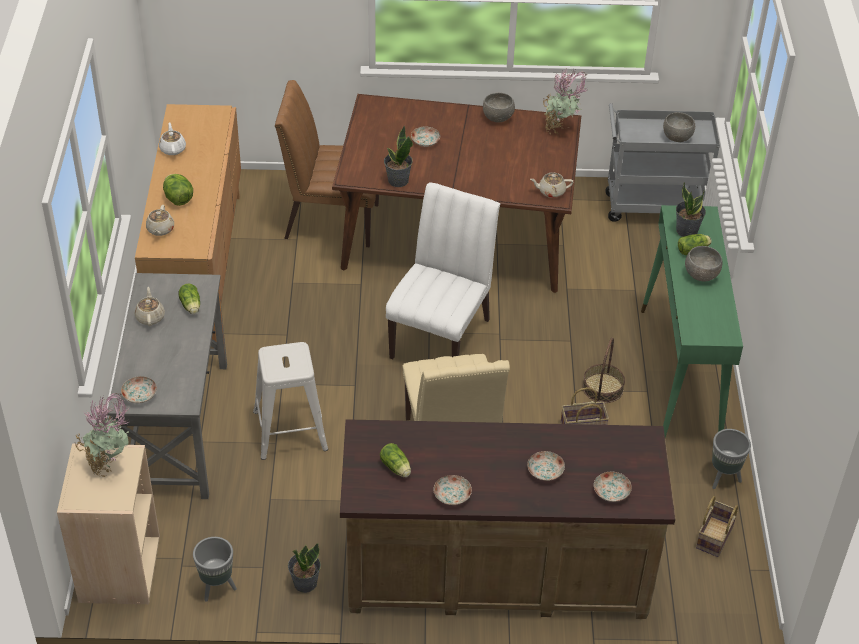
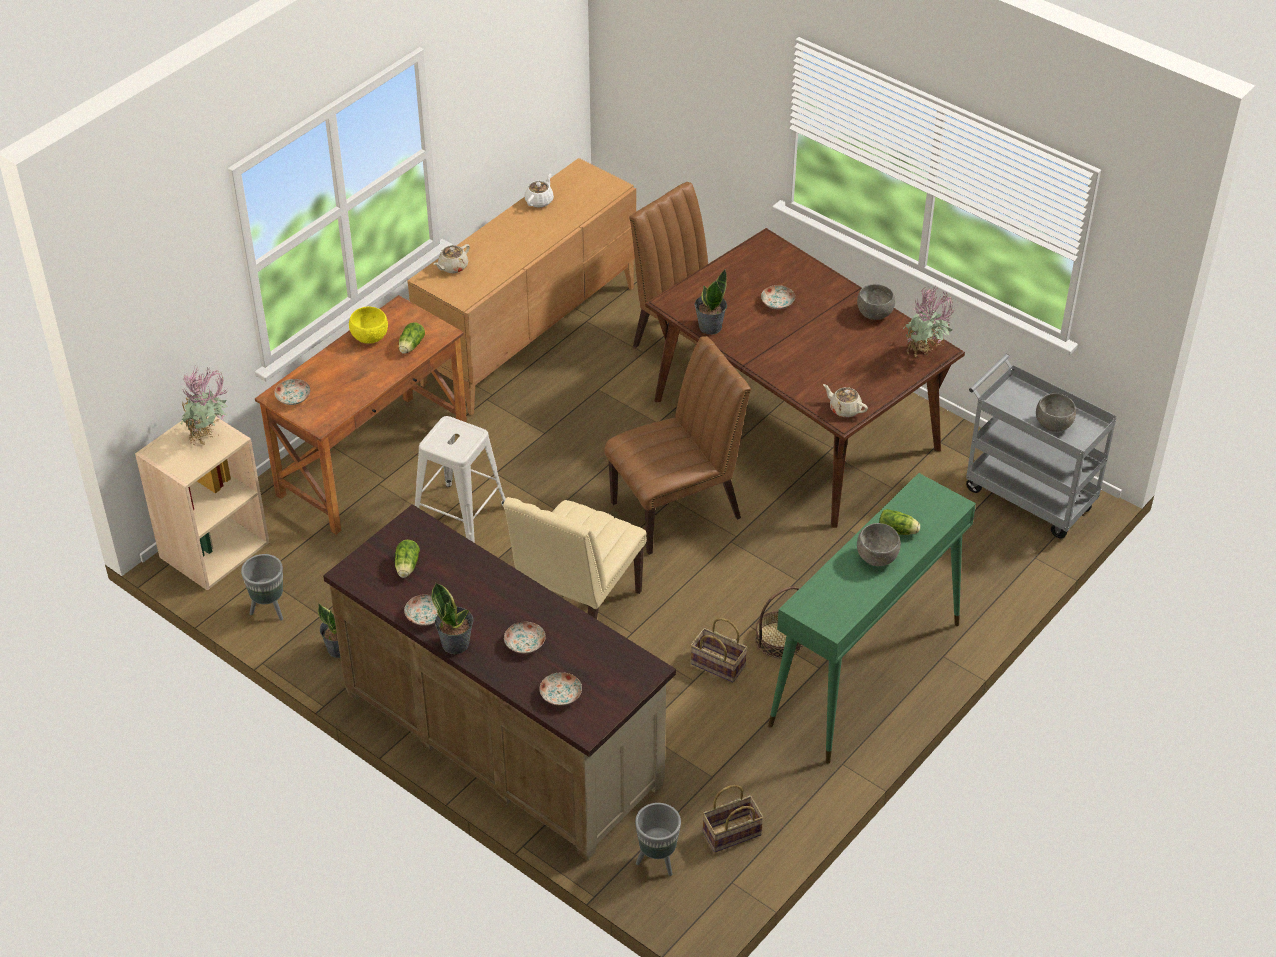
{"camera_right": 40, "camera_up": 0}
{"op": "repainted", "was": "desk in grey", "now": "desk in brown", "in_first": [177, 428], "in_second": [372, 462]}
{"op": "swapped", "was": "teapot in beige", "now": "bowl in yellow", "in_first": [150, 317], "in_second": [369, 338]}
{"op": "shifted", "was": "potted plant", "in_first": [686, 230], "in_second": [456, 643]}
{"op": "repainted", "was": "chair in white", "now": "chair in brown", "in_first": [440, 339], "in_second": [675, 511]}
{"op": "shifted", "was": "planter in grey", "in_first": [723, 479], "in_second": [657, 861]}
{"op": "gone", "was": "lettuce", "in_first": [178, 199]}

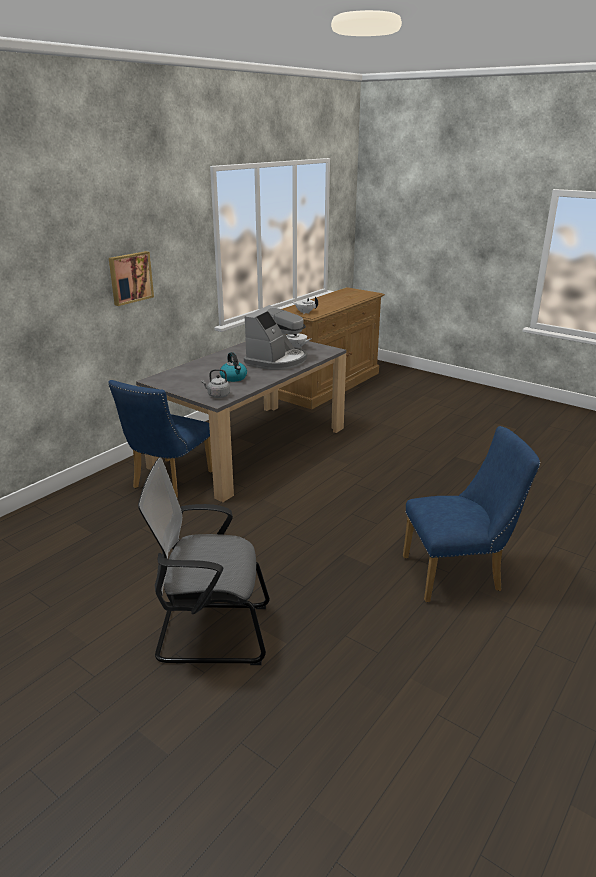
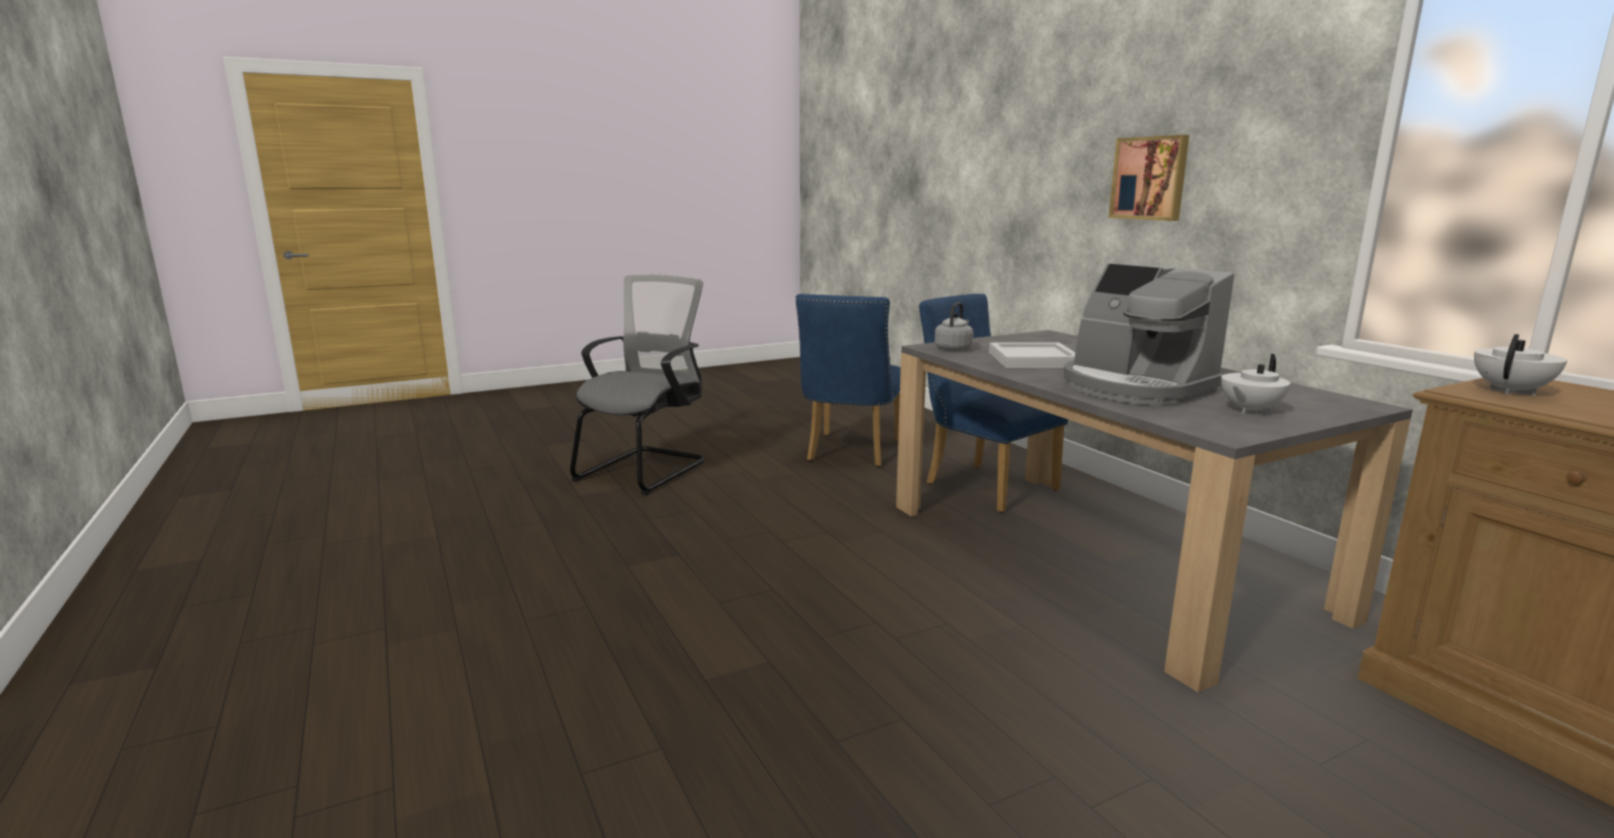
{"camera_right": 115, "camera_up": -10}
{"op": "shifted", "was": "chair in blue", "in_first": [458, 574], "in_second": [850, 453]}
{"op": "swapped", "was": "kettle", "now": "tray in white", "in_first": [234, 378], "in_second": [1034, 360]}

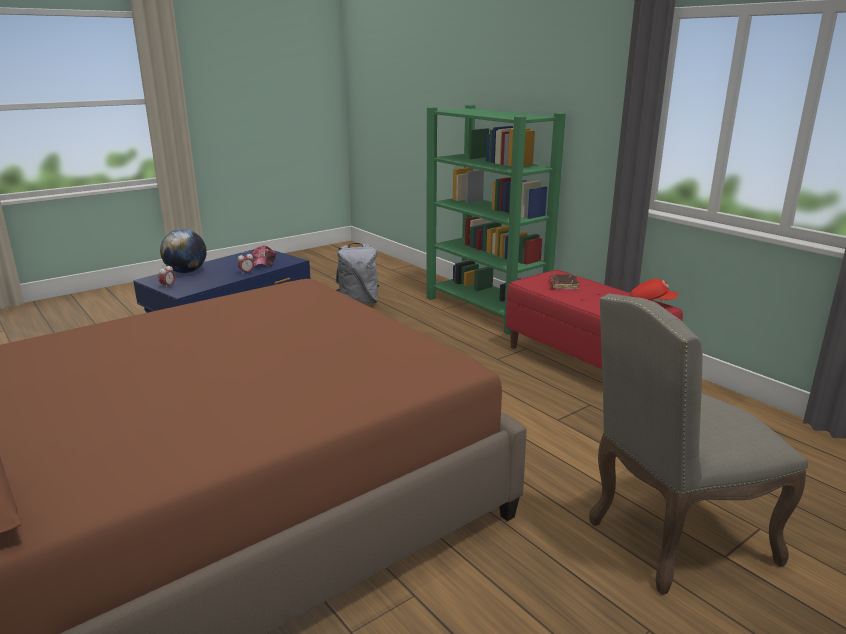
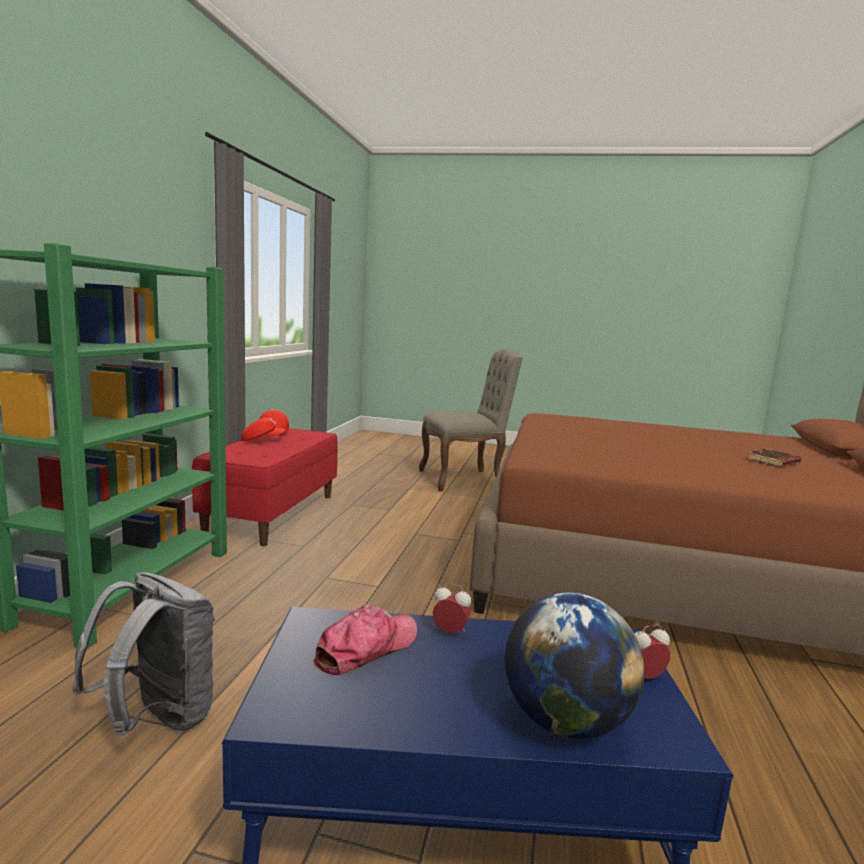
{"camera_right": -130, "camera_up": -10}
{"op": "new", "now": "cap in red", "in_second": [262, 440]}
{"op": "rotated", "was": "chair in grey", "in_first": [673, 538], "in_second": [462, 479], "clockwise": -45}
{"op": "shifted", "was": "book in brown", "in_first": [563, 284], "in_second": [774, 462]}

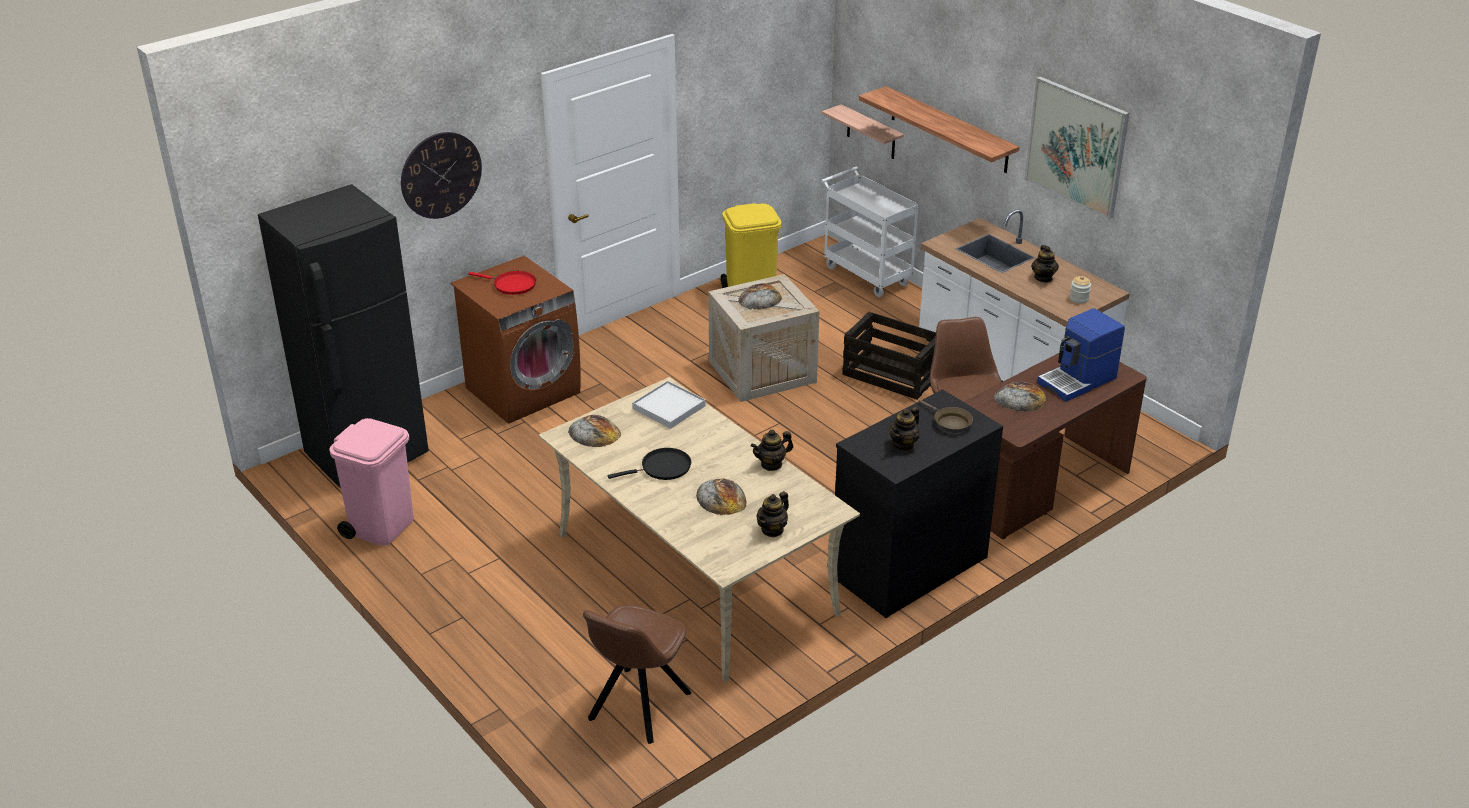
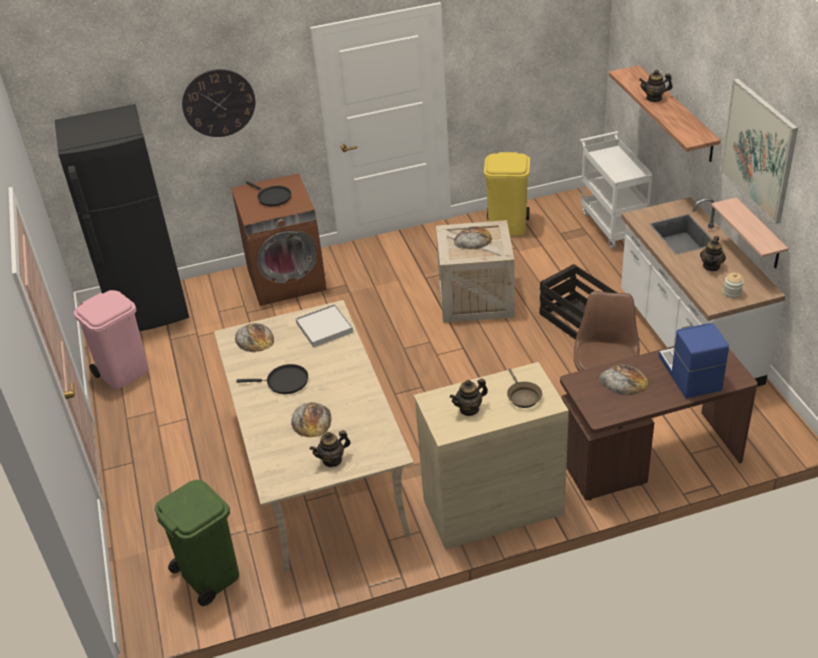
{"camera_right": 25, "camera_up": 5}
{"op": "swapped", "was": "chair in brown", "now": "trash can in green", "in_first": [638, 706], "in_second": [209, 574]}
{"op": "repainted", "was": "frying pan in red", "now": "frying pan in black", "in_first": [512, 285], "in_second": [272, 197]}
{"op": "repainted", "was": "dresser in black", "now": "dresser in beige", "in_first": [907, 566], "in_second": [491, 505]}
{"op": "shifted", "was": "teapot", "in_first": [771, 464], "in_second": [654, 98]}
{"op": "rotated", "was": "coffee machine", "in_first": [1078, 380], "in_second": [689, 374], "clockwise": 90}
{"op": "shifted", "was": "shelf", "in_first": [871, 133], "in_second": [759, 235]}

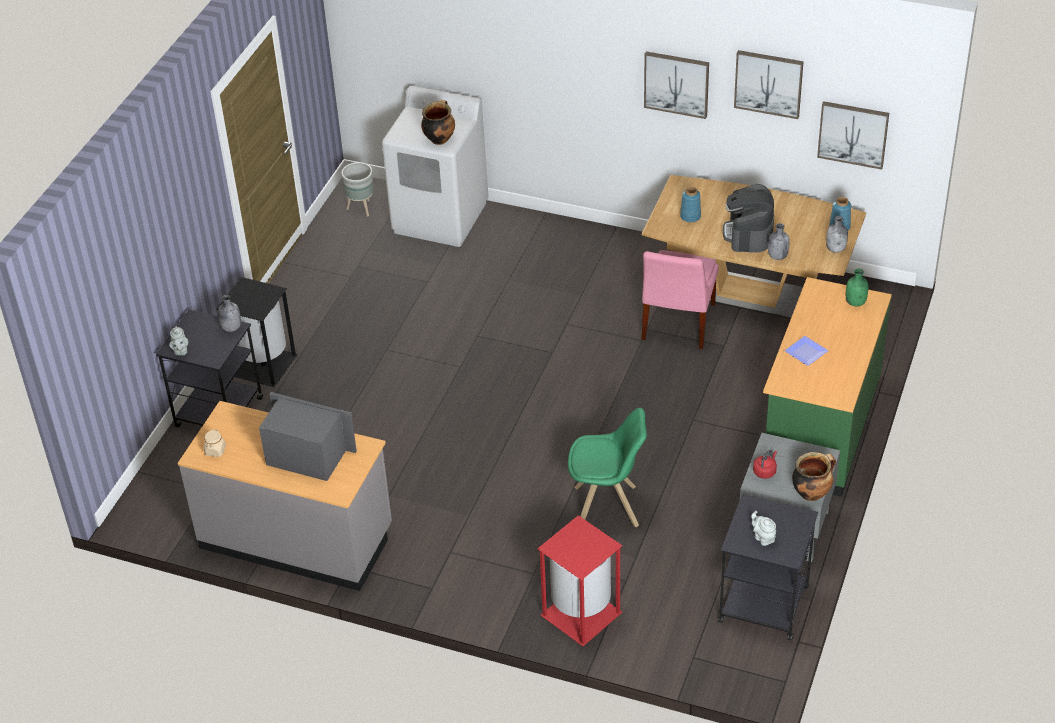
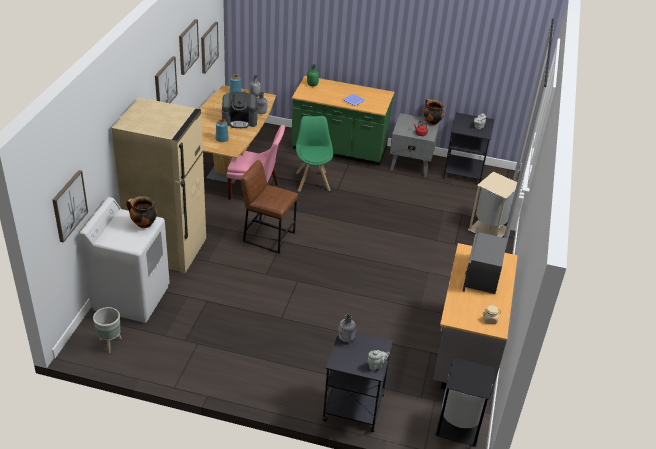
{"camera_right": -100, "camera_up": -5}
{"op": "new", "now": "picture", "in_second": [69, 205]}
{"op": "new", "now": "fridge in beige", "in_second": [167, 248]}
{"op": "new", "now": "chair in brown", "in_second": [268, 237]}
{"op": "shifted", "was": "chair in green", "in_first": [607, 507], "in_second": [312, 181]}
{"op": "shifted", "was": "trash can in black", "in_first": [263, 364], "in_second": [458, 426]}
{"op": "repainted", "was": "trash can in red", "now": "trash can in beige", "in_first": [583, 614], "in_second": [488, 229]}

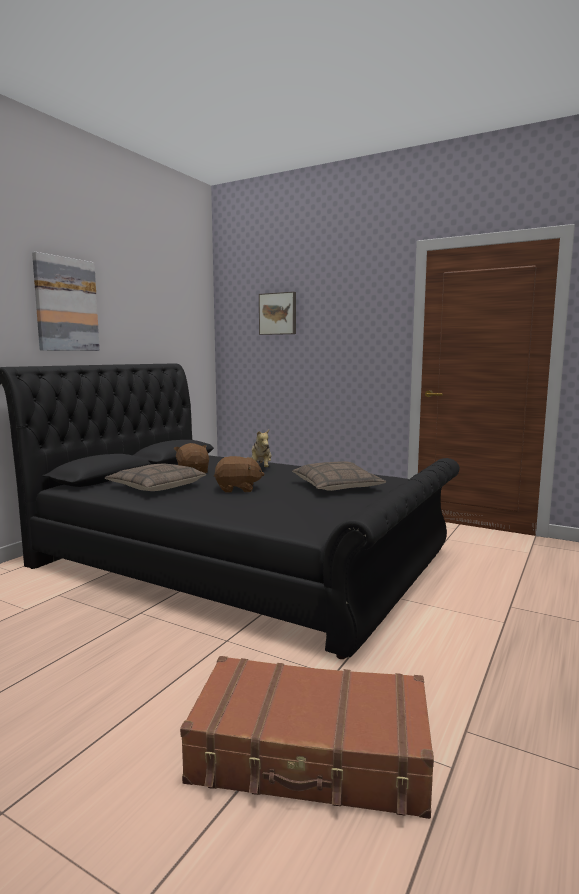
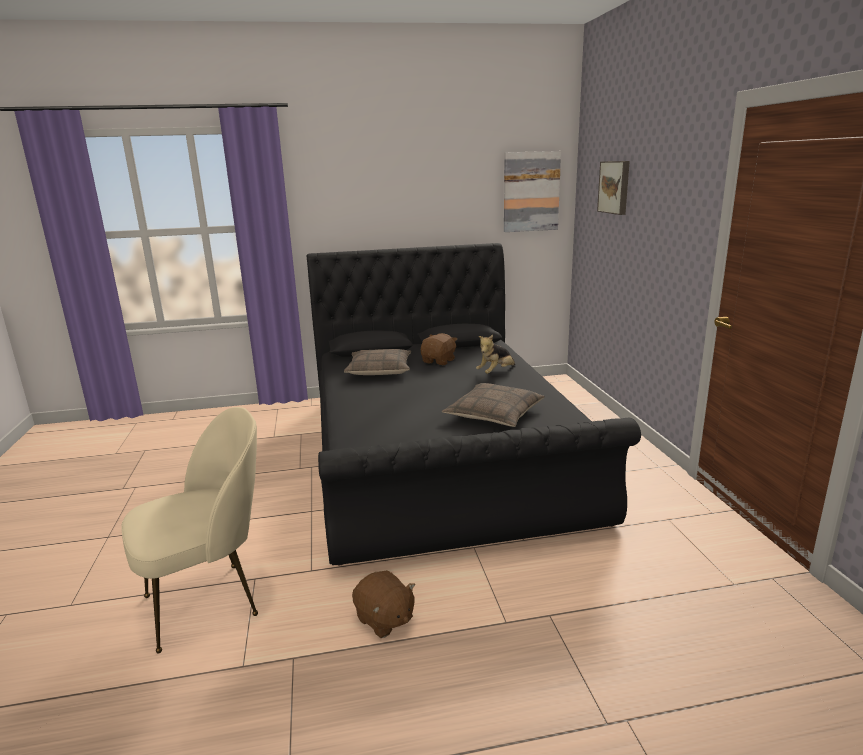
{"camera_right": 50, "camera_up": 10}
{"op": "swapped", "was": "suitcase in brown", "now": "chair in beige", "in_first": [311, 755], "in_second": [212, 602]}
{"op": "shifted", "was": "plush toy in brown", "in_first": [238, 489], "in_second": [384, 619]}
{"op": "shifted", "was": "picture", "in_first": [66, 304], "in_second": [531, 191]}

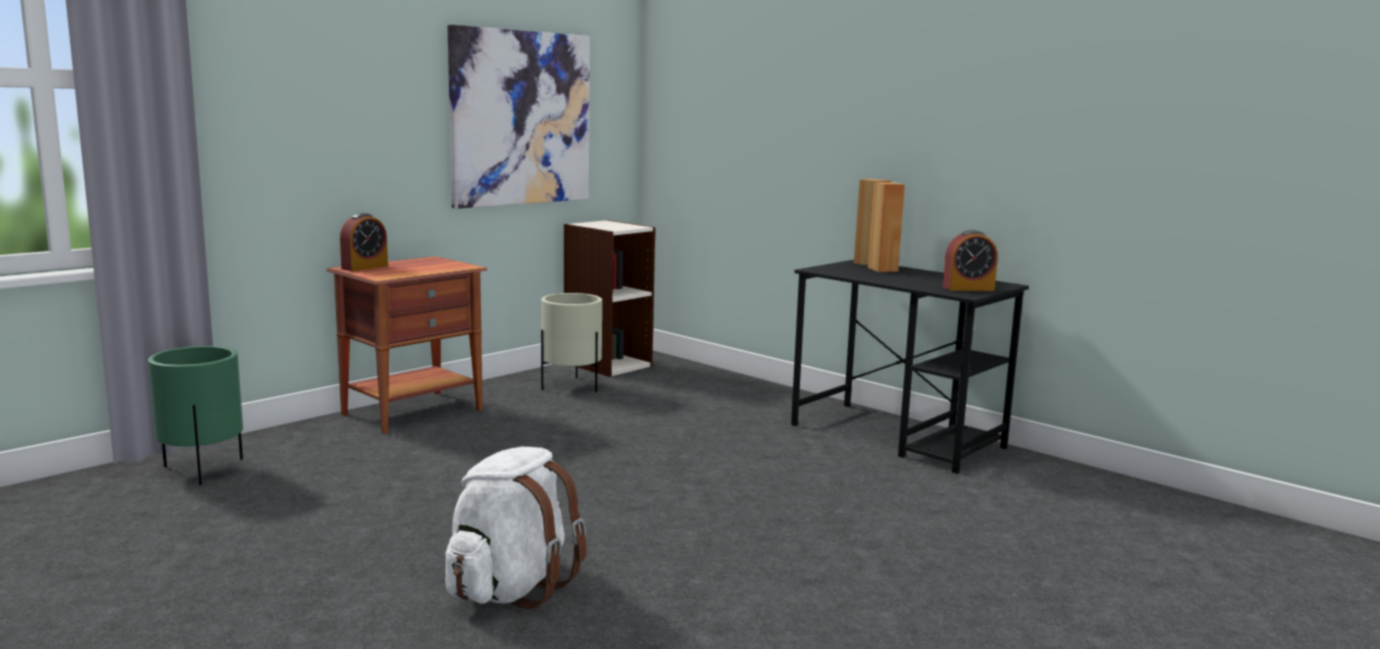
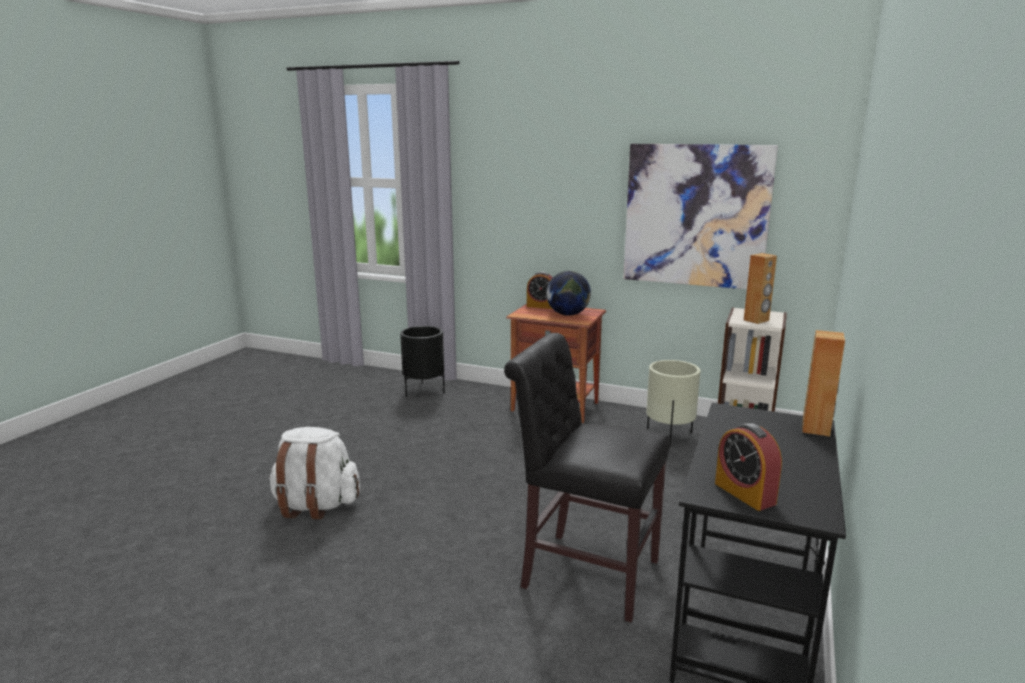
{"camera_right": 70, "camera_up": 5}
{"op": "repainted", "was": "planter in green", "now": "planter in black", "in_first": [203, 470], "in_second": [424, 391]}
{"op": "new", "now": "chair in black", "in_second": [583, 572]}
{"op": "new", "now": "globe", "in_second": [568, 314]}
{"op": "shifted", "was": "speaker in brown", "in_first": [883, 269], "in_second": [756, 320]}

